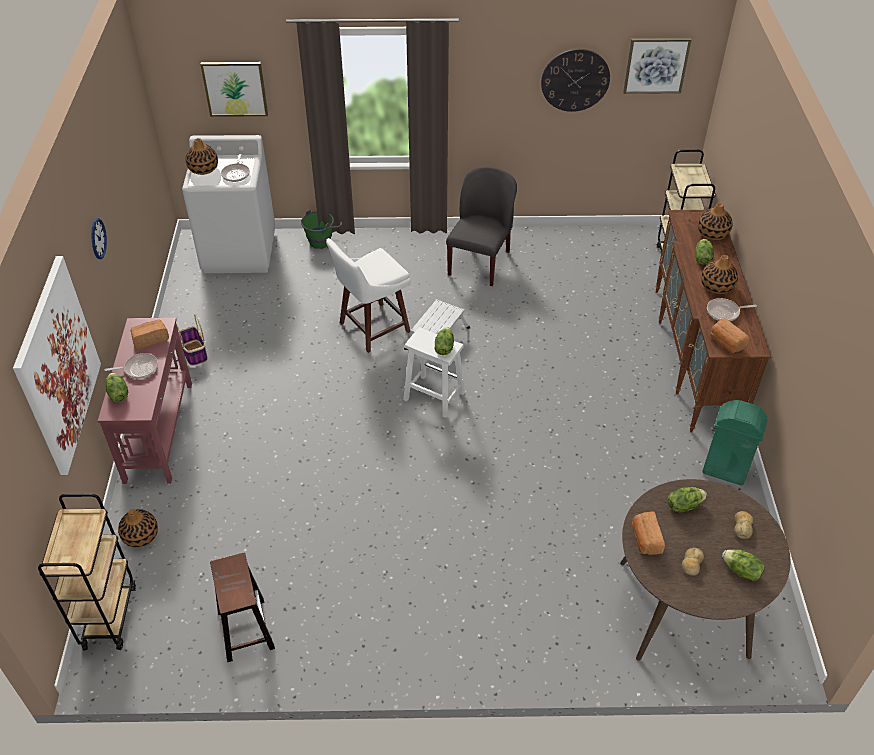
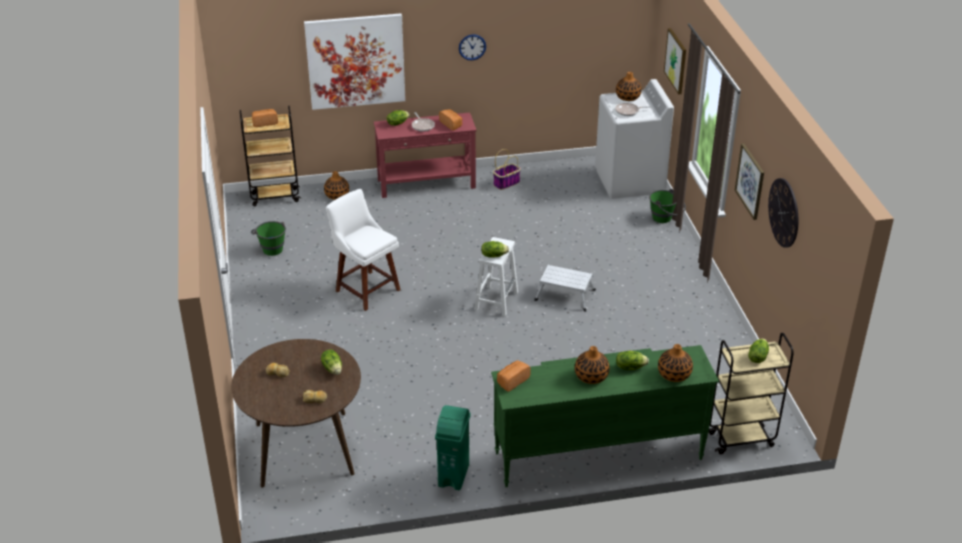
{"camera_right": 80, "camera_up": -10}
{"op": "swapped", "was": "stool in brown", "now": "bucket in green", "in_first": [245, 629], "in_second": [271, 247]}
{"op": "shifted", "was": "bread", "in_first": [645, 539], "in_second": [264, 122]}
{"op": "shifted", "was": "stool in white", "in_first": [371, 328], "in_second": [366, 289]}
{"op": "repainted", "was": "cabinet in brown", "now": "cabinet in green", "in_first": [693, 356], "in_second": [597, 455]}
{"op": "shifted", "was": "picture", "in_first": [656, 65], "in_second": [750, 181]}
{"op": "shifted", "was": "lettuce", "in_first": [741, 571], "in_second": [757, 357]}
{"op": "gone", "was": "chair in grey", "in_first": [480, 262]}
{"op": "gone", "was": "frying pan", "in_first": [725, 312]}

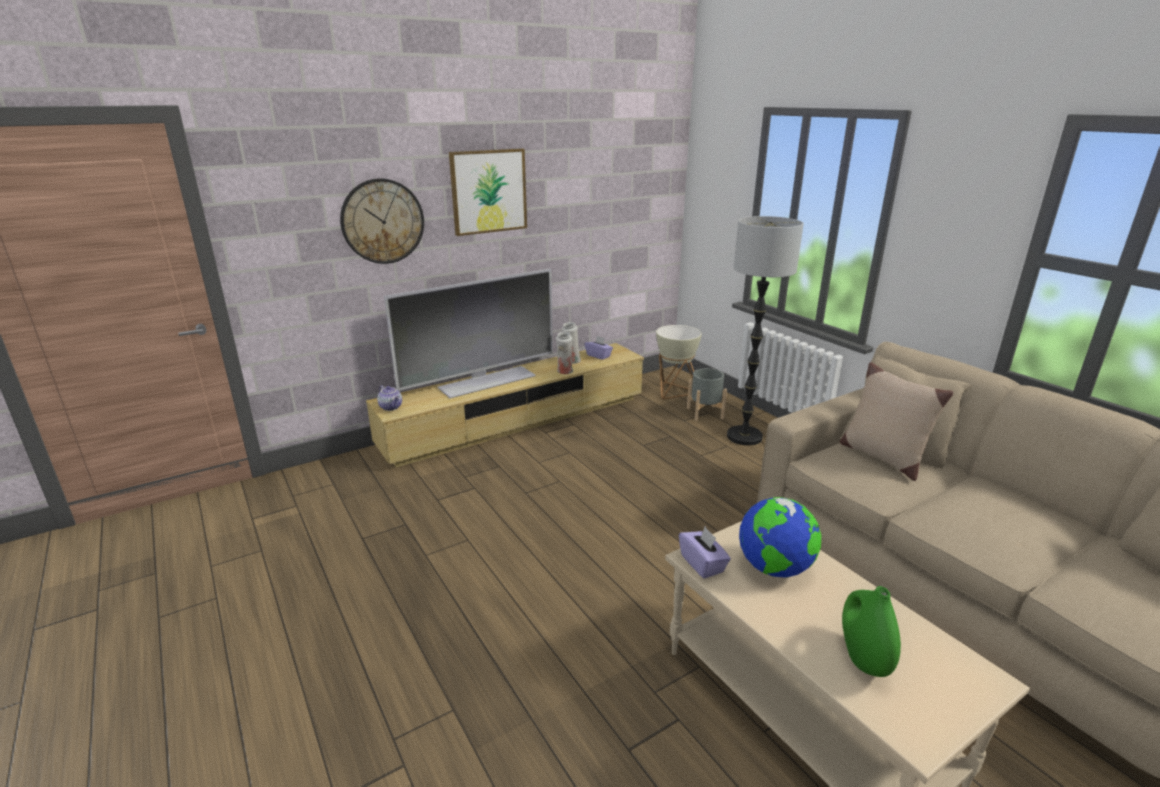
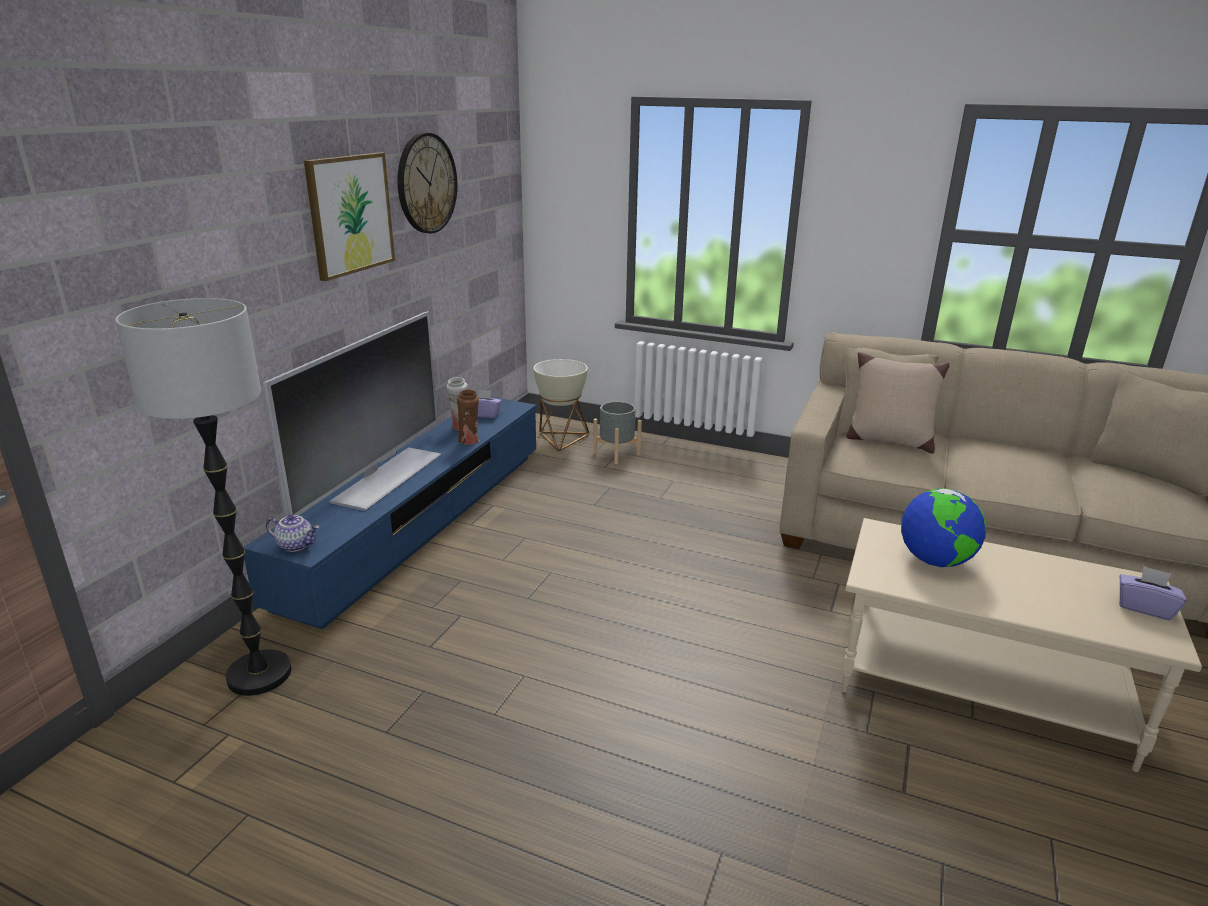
{"camera_right": -35, "camera_up": 0}
{"op": "shifted", "was": "floor lamp", "in_first": [744, 437], "in_second": [260, 674]}
{"op": "repainted", "was": "tv stand in beige", "now": "tv stand in blue", "in_first": [517, 422], "in_second": [421, 523]}
{"op": "shifted", "was": "wall clock", "in_first": [382, 221], "in_second": [426, 183]}
{"op": "repainted", "was": "vase in white", "now": "vase in brown", "in_first": [564, 372], "in_second": [469, 442]}
{"op": "shifted", "was": "tissue box in purple", "in_first": [702, 564], "in_second": [1144, 607]}
{"op": "gone", "was": "vase in green", "in_first": [862, 658]}

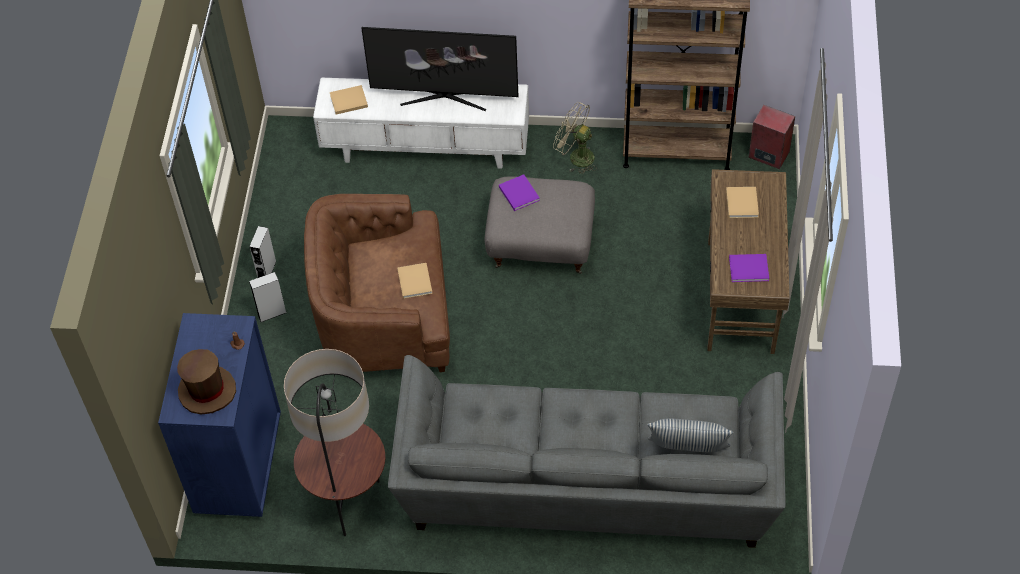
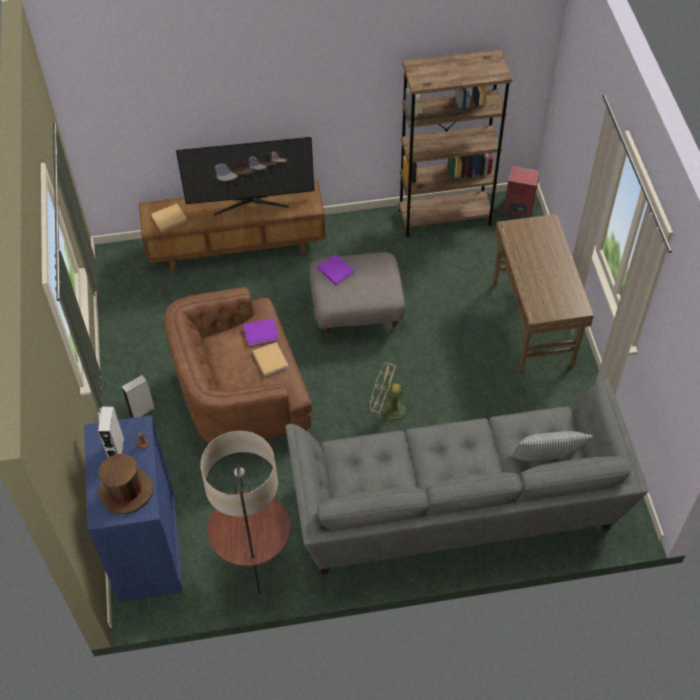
{"camera_right": -15, "camera_up": 0}
{"op": "shifted", "was": "speaker in grey", "in_first": [267, 270], "in_second": [116, 451]}
{"op": "repainted", "was": "tv stand in white", "now": "tv stand in brown", "in_first": [426, 144], "in_second": [237, 245]}
{"op": "shifted", "was": "book in purple", "in_first": [750, 269], "in_second": [262, 333]}
{"op": "shifted", "was": "fan in beige", "in_first": [576, 156], "in_second": [387, 410]}
{"op": "gone", "was": "book in beige", "in_first": [742, 202]}

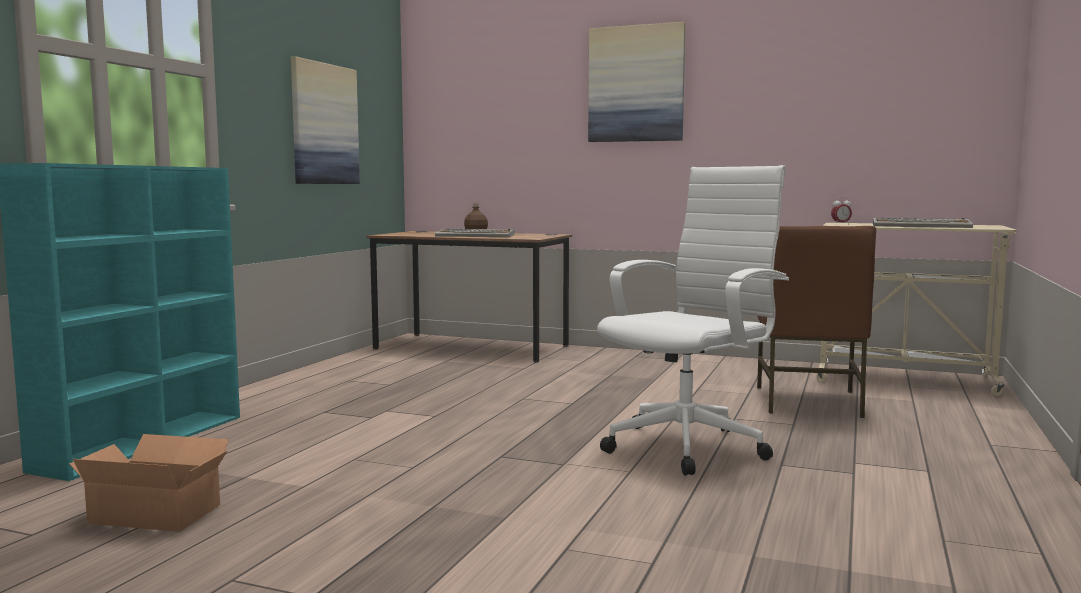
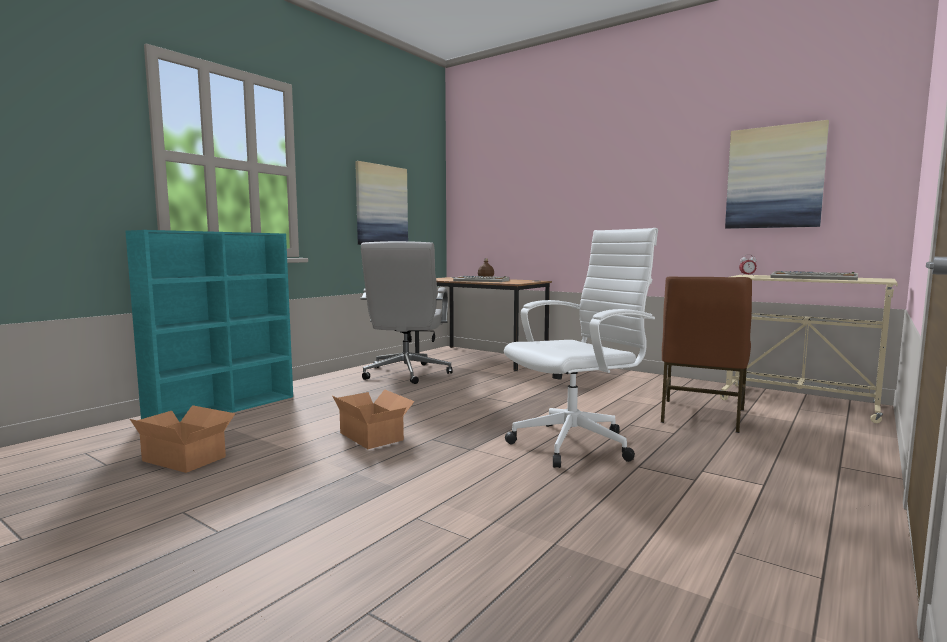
{"camera_right": 15, "camera_up": 0}
{"op": "new", "now": "cardboard box", "in_second": [373, 435]}
{"op": "new", "now": "office chair in grey", "in_second": [406, 373]}
{"op": "shifted", "was": "picture", "in_first": [636, 84], "in_second": [774, 177]}

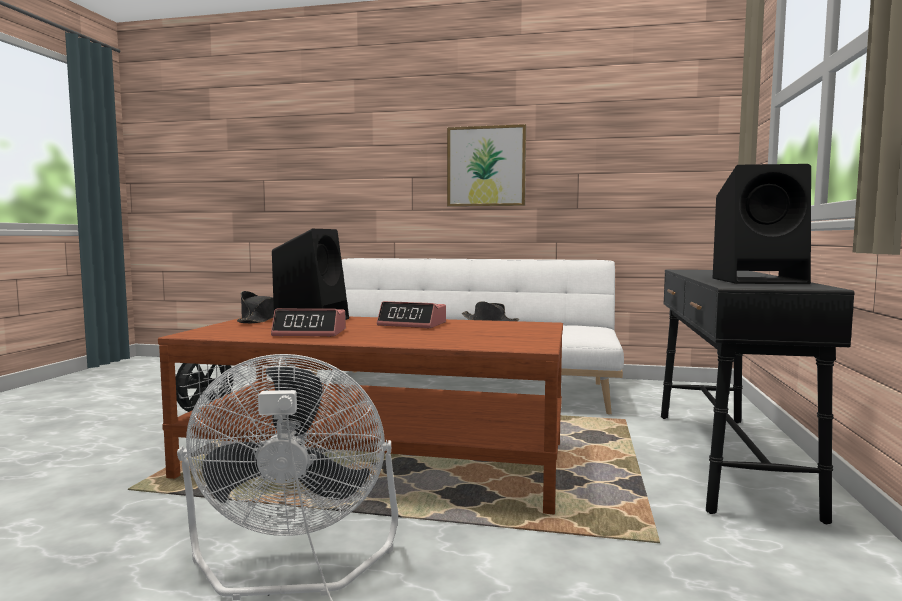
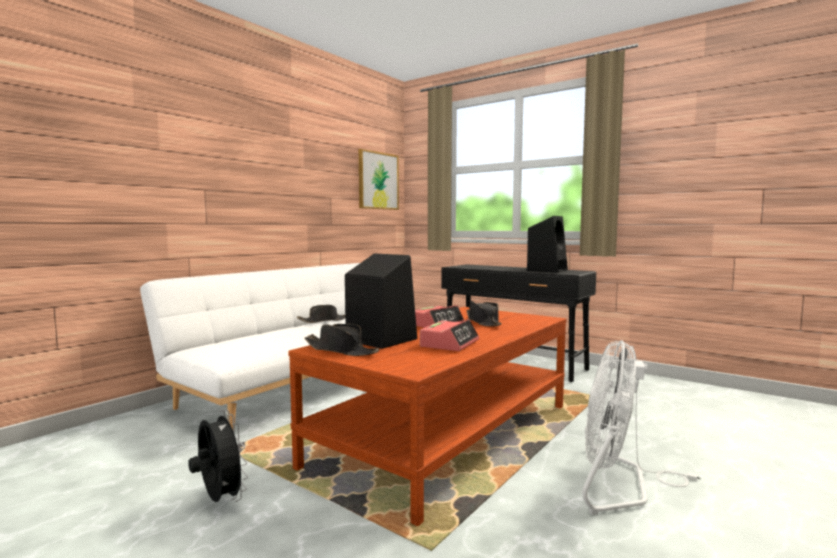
{"camera_right": -65, "camera_up": 0}
{"op": "shifted", "was": "picture", "in_first": [486, 166], "in_second": [378, 181]}
{"op": "new", "now": "hat in black", "in_second": [483, 322]}

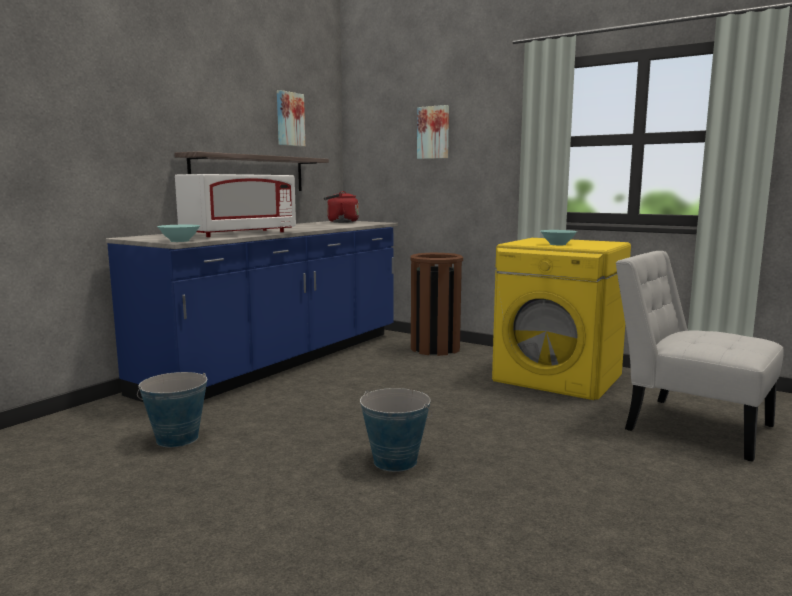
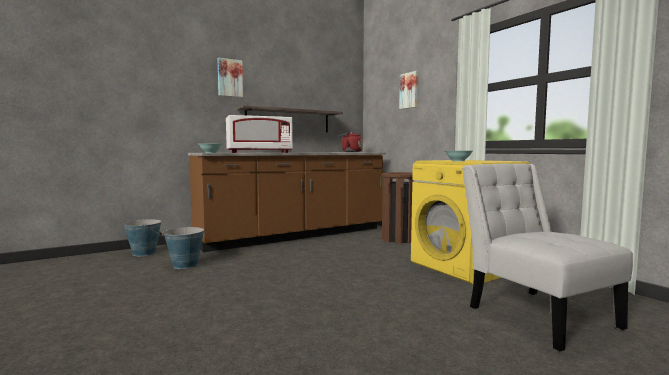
{"camera_right": 25, "camera_up": -5}
{"op": "shifted", "was": "bucket", "in_first": [395, 461], "in_second": [144, 253]}
{"op": "repainted", "was": "counter in blue", "now": "counter in brown", "in_first": [281, 361], "in_second": [294, 235]}
{"op": "shifted", "was": "picture", "in_first": [289, 119], "in_second": [230, 78]}

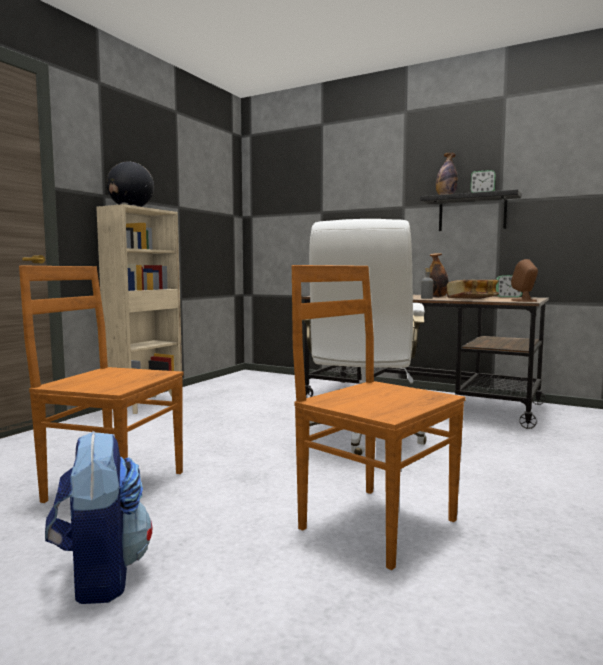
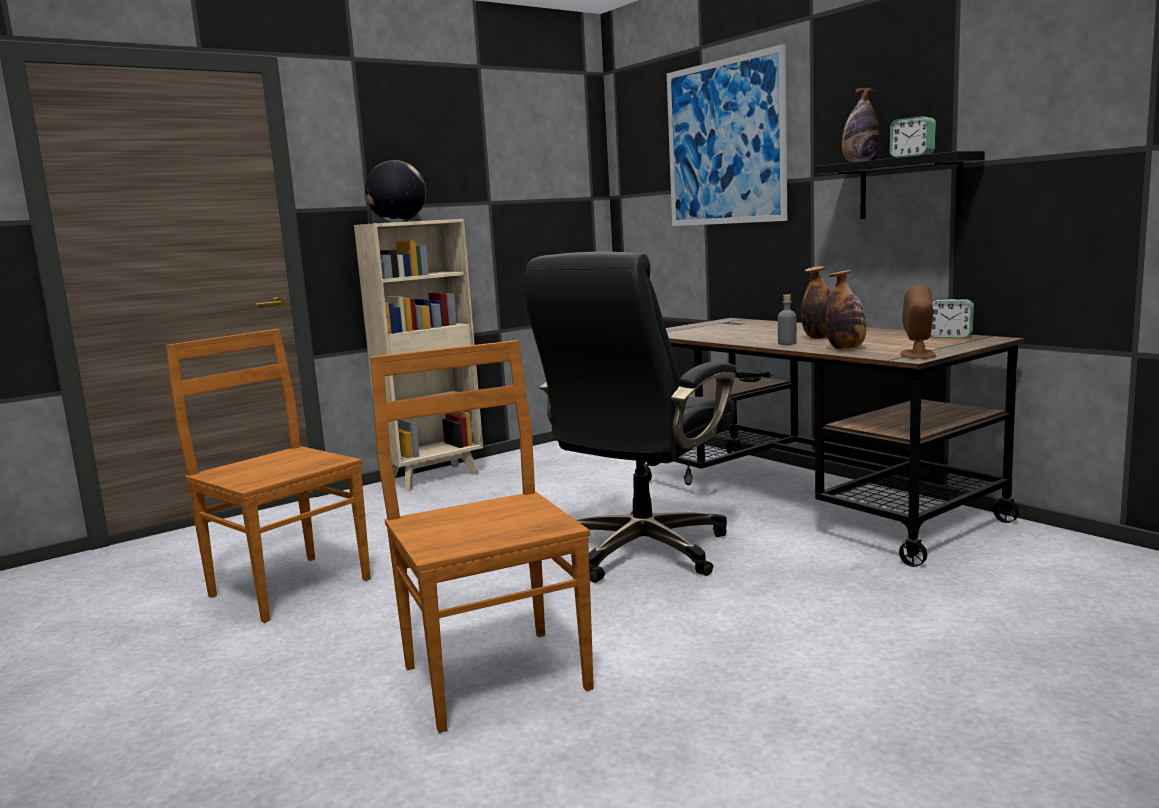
{"camera_right": 25, "camera_up": 5}
{"op": "repainted", "was": "office chair in white", "now": "office chair in black", "in_first": [363, 434], "in_second": [645, 549]}
{"op": "new", "now": "picture", "in_second": [724, 143]}
{"op": "swapped", "was": "book", "now": "bottle", "in_first": [471, 299], "in_second": [846, 348]}
{"op": "gone", "was": "backpack", "in_first": [100, 575]}

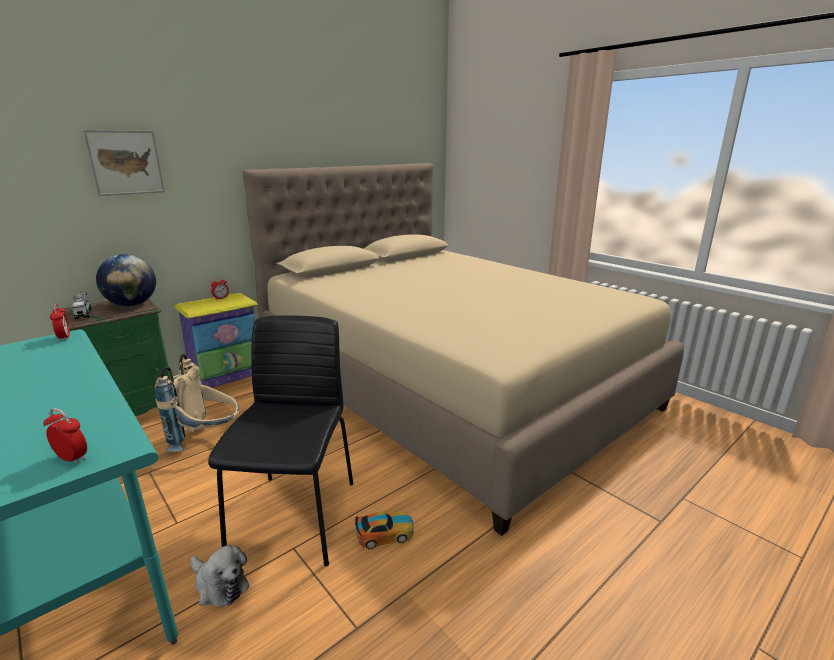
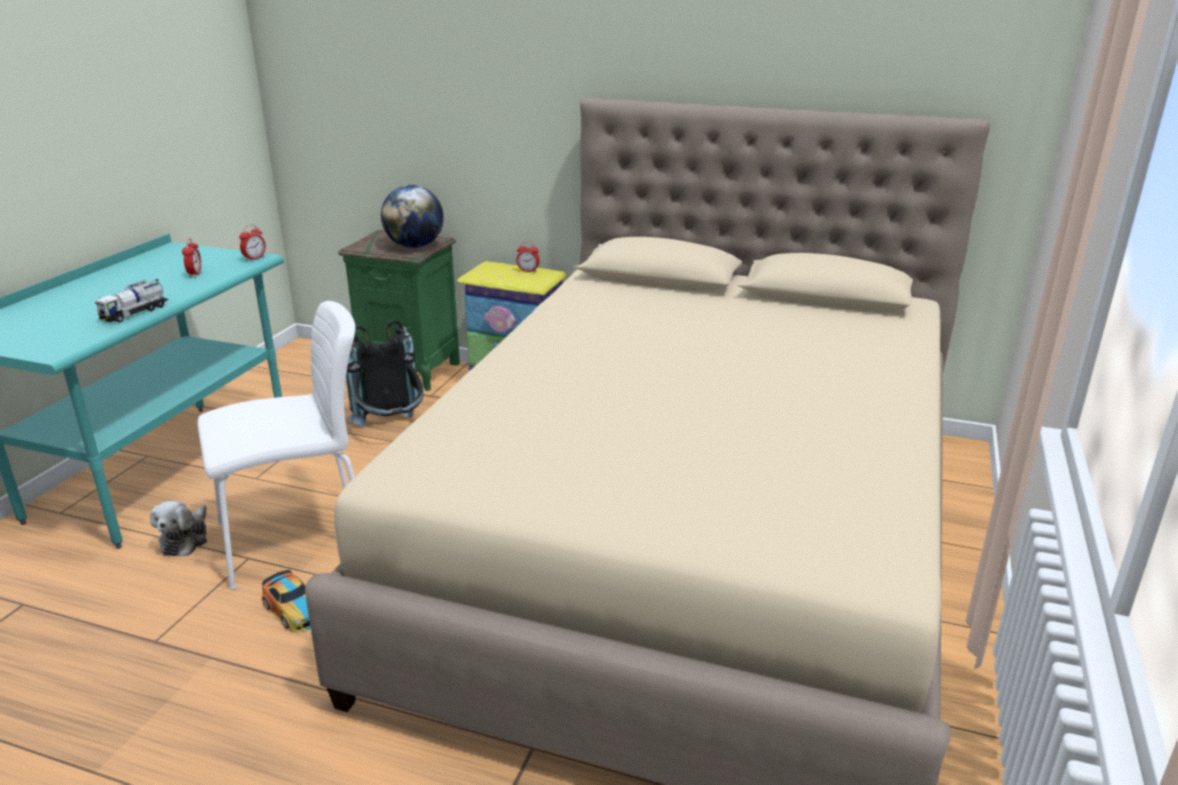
{"camera_right": 60, "camera_up": 5}
{"op": "shifted", "was": "toy truck", "in_first": [83, 313], "in_second": [135, 313]}
{"op": "shifted", "was": "alarm clock", "in_first": [72, 458], "in_second": [195, 274]}
{"op": "repainted", "was": "chair in black", "now": "chair in white", "in_first": [296, 513], "in_second": [301, 537]}
{"op": "repainted", "was": "backpack in beige", "now": "backpack in black", "in_first": [208, 440], "in_second": [392, 430]}
{"op": "gone", "was": "picture", "in_first": [125, 162]}

